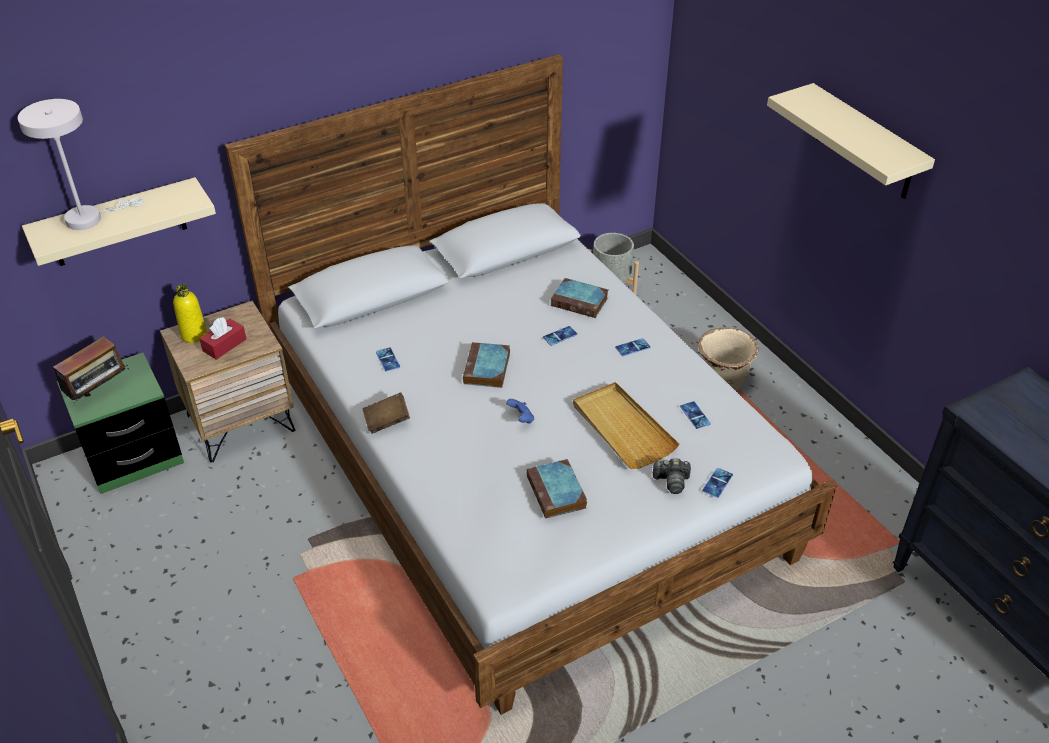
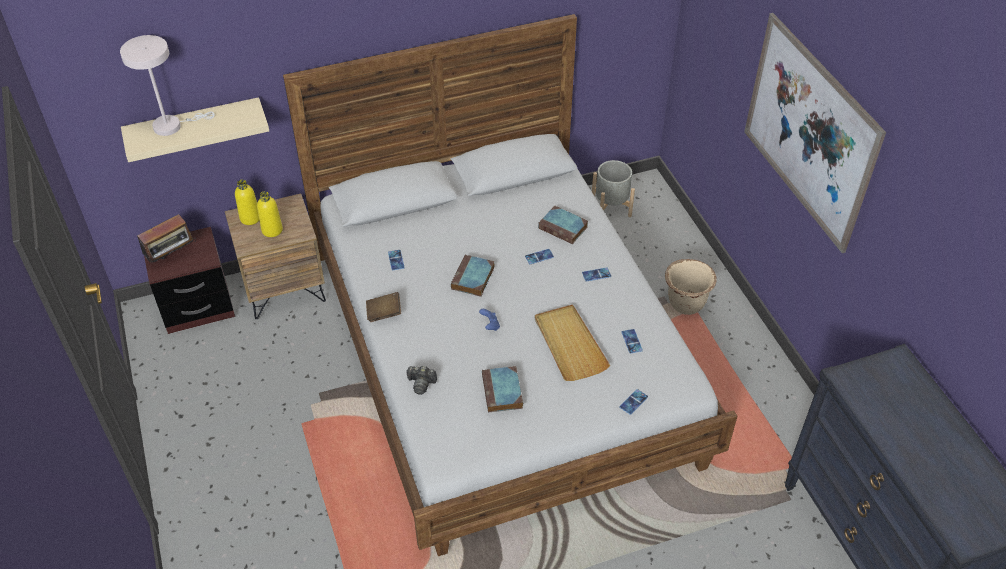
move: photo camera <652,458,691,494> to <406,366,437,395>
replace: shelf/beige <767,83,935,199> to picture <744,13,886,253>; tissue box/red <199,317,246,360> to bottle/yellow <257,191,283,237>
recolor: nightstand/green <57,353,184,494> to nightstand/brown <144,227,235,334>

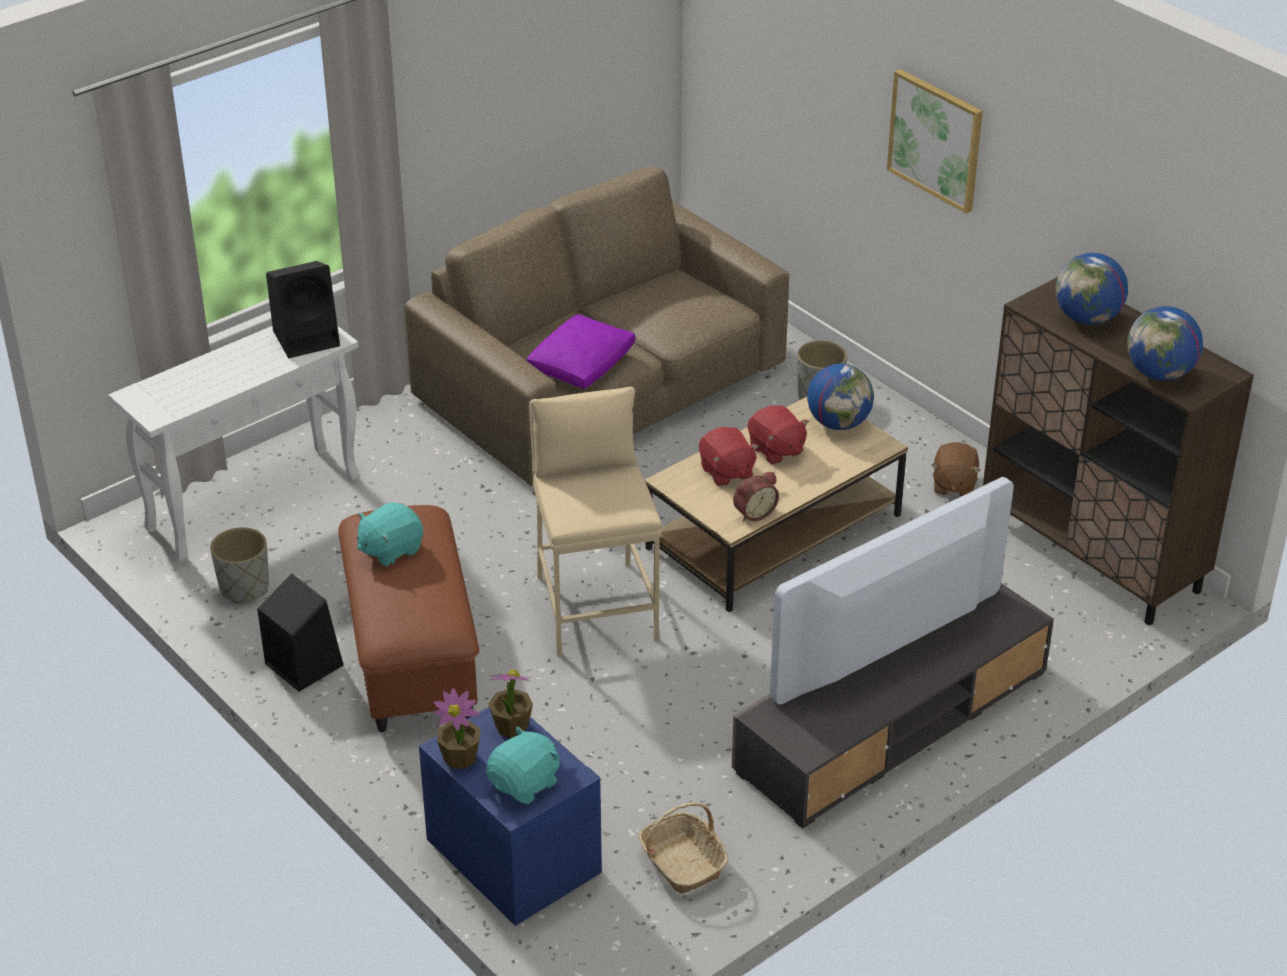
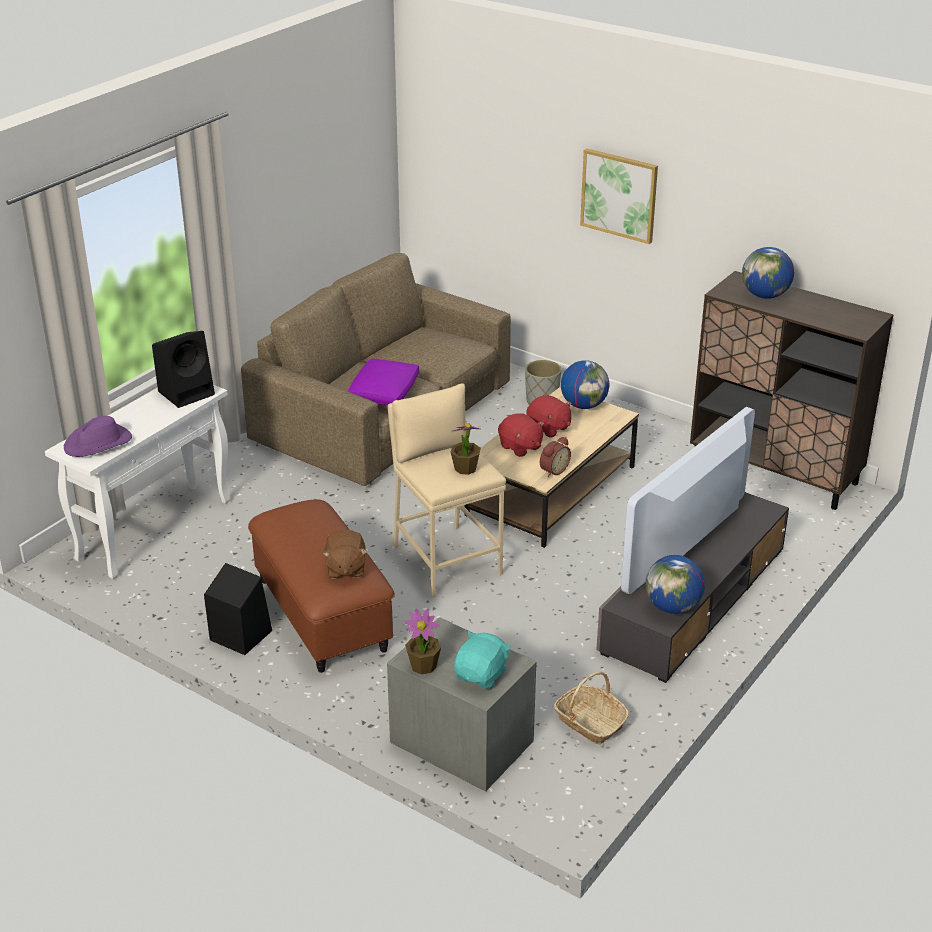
delete: plush toy/turquoise <357,502,423,567>; planter/grey <210,527,269,604>
insert: hat/purple <64,416,132,457>
move: globe <1127,306,1203,381> to <646,555,705,614>; plush toy/brown <931,442,981,496> to <322,530,368,579>; potted plant <488,669,533,738> to <451,423,481,475>
recolor: nightstand/blue <419,707,602,926> to nightstand/grey <387,617,536,791>

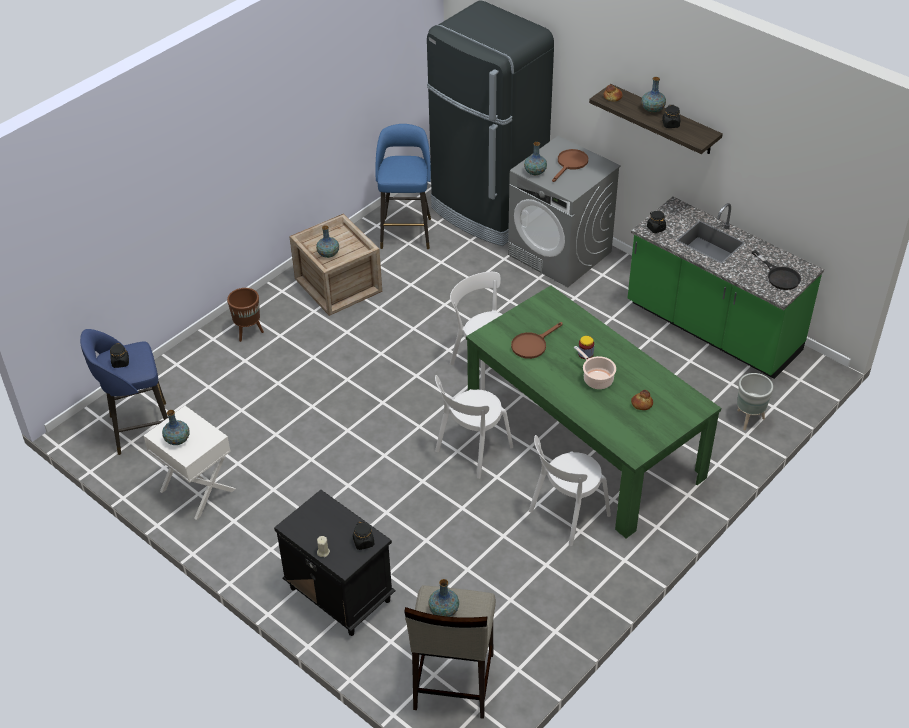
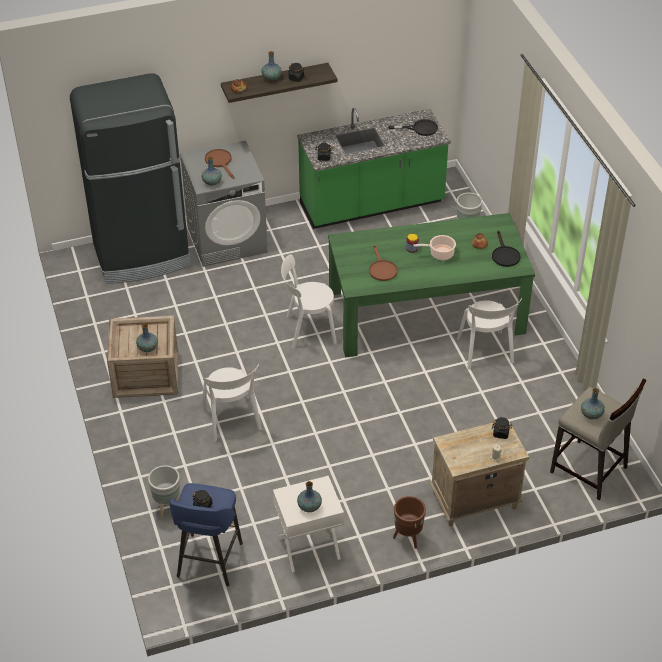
delete: stool/blue <375,124,431,249>
insert: frying pan/black <492,231,520,267>; planter/grey <148,465,180,518>
move: planter/brown <227,288,264,342> to <393,496,426,549>; chair/white <435,375,513,479> to <202,364,262,442>
recolor: nightstand/black <274,490,396,636> to nightstand/beige <429,420,529,526>

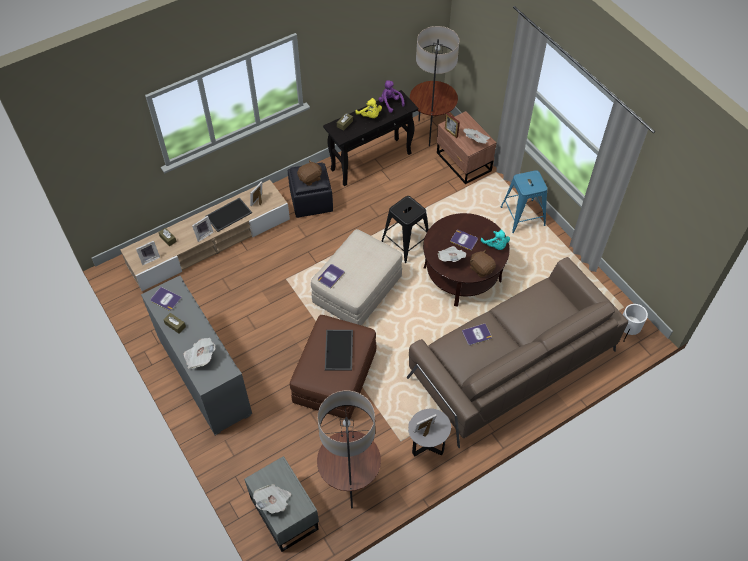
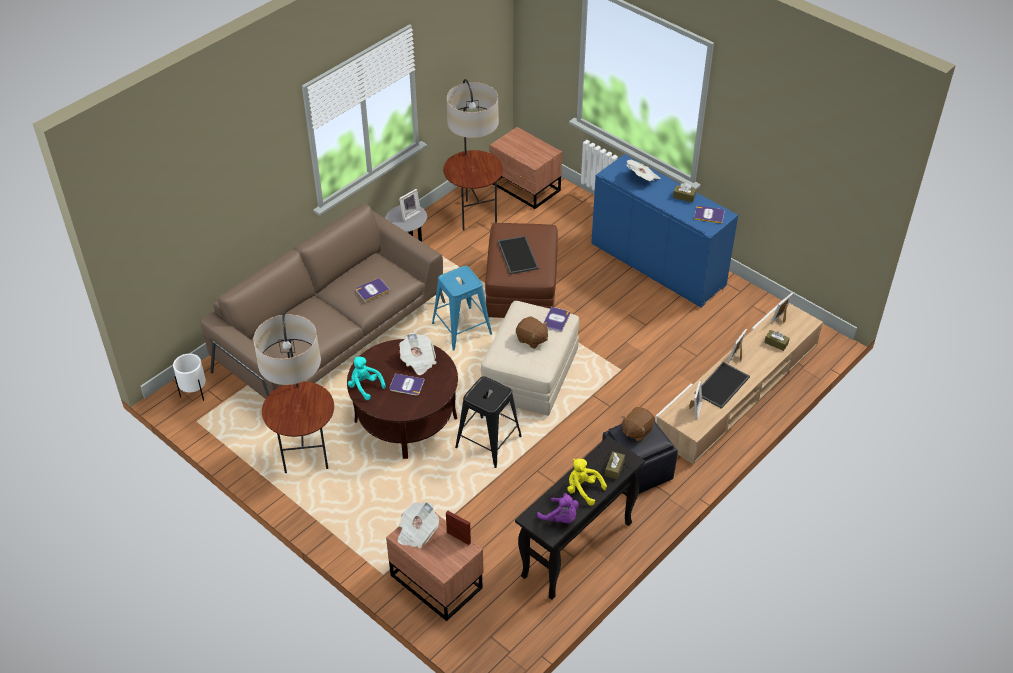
delete: newspaper <253,484,291,514>
move: floor lamp <410,26,459,146> to <254,311,334,473>; stool/blue <501,170,547,233> to <432,266,492,351>; plush toy/brown <470,250,496,277> to <516,316,548,349>
recolor: cabinet/grey <141,276,252,435> to cabinet/blue <591,154,738,307>; nightstand/grey <244,456,319,552> to nightstand/brown <490,127,562,209>

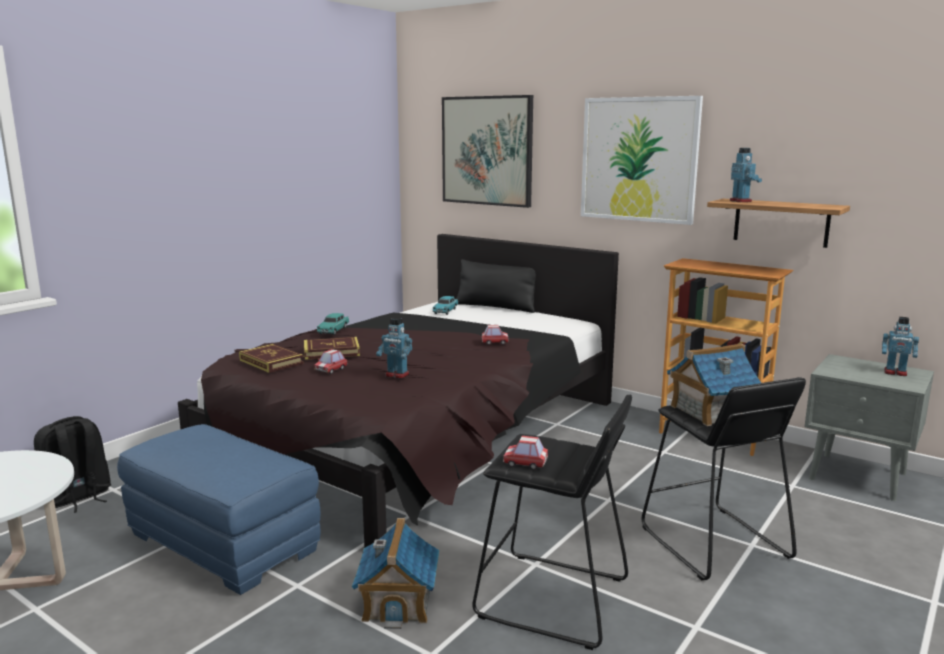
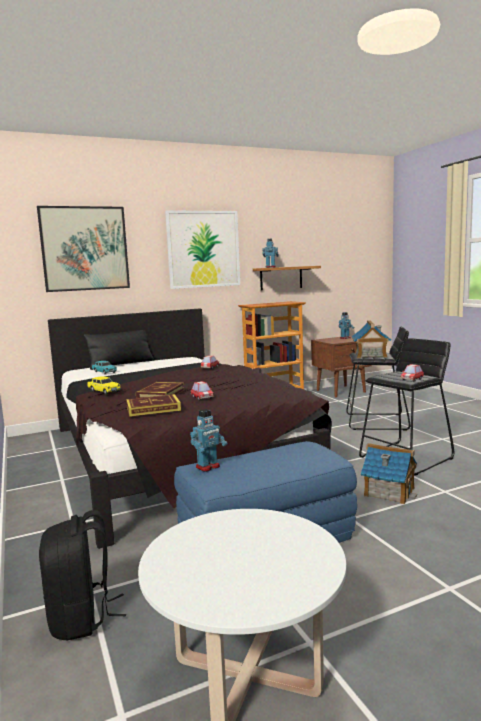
move: toy robot <376,317,413,379> to <190,409,227,472>
recolor: toy car/turquoise <317,313,349,335> to toy car/yellow <87,376,121,394>; nightstand/grey <804,354,934,501> to nightstand/brown <311,336,371,397>

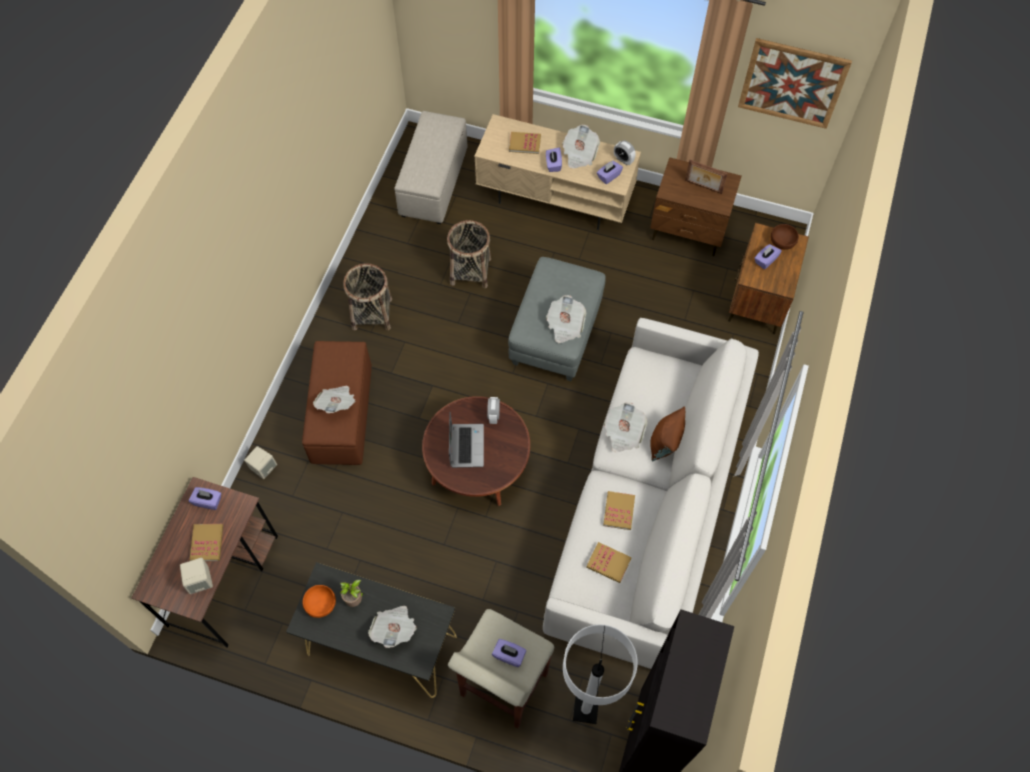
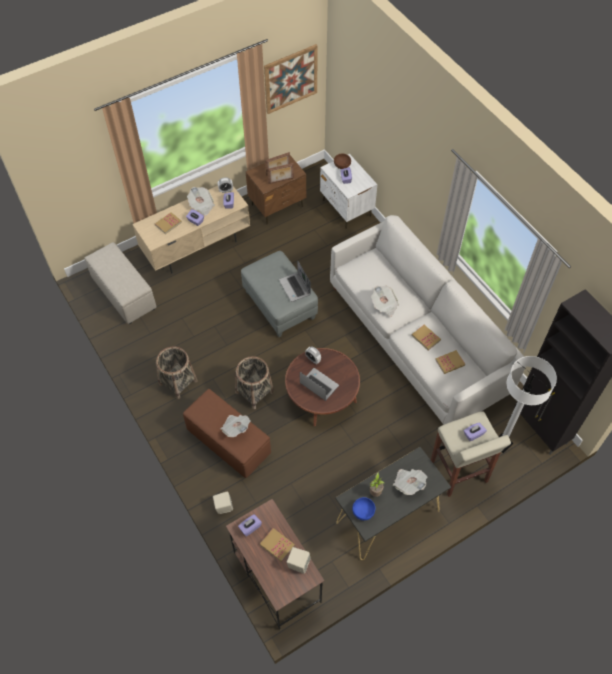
delete: pillow/brown <650,406,685,462>
insert: picture frame <268,163,294,184>
move: basket <447,220,491,288> to <235,356,274,409>
replace: newspaper <546,295,587,343> to laptop <279,260,311,302>
recolor: nightstand/brown <728,223,809,334> to nightstand/white <320,154,377,229>; bowl/orange <303,585,336,618> to bowl/blue <352,497,375,520>

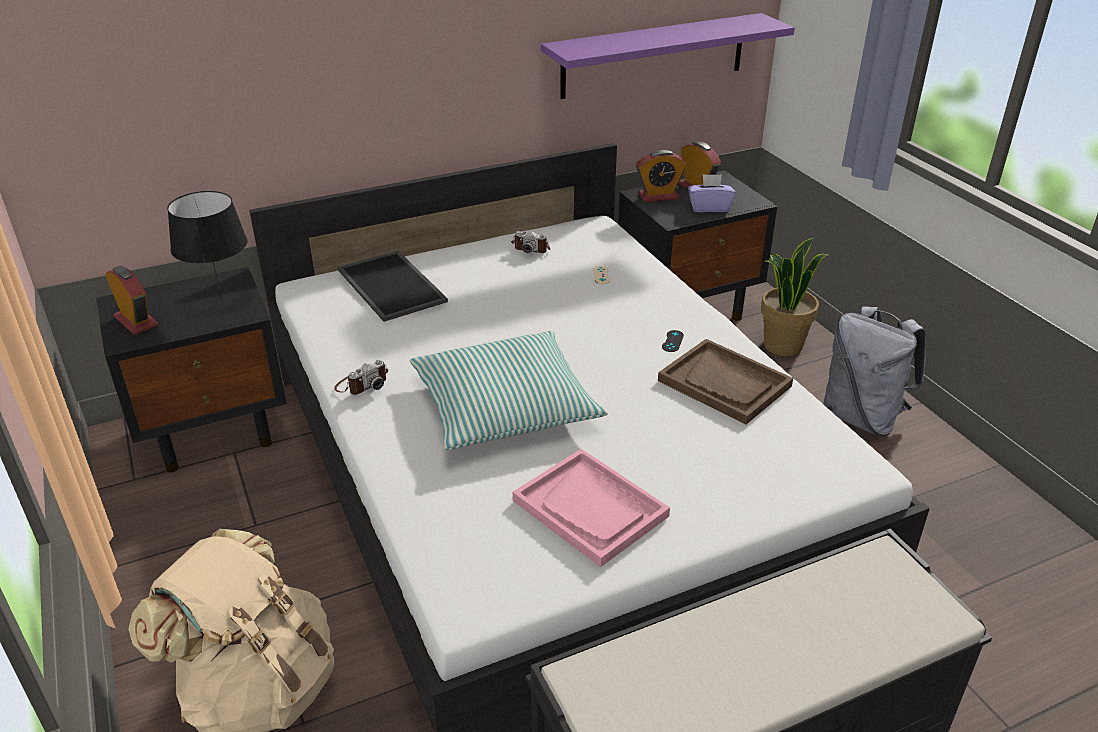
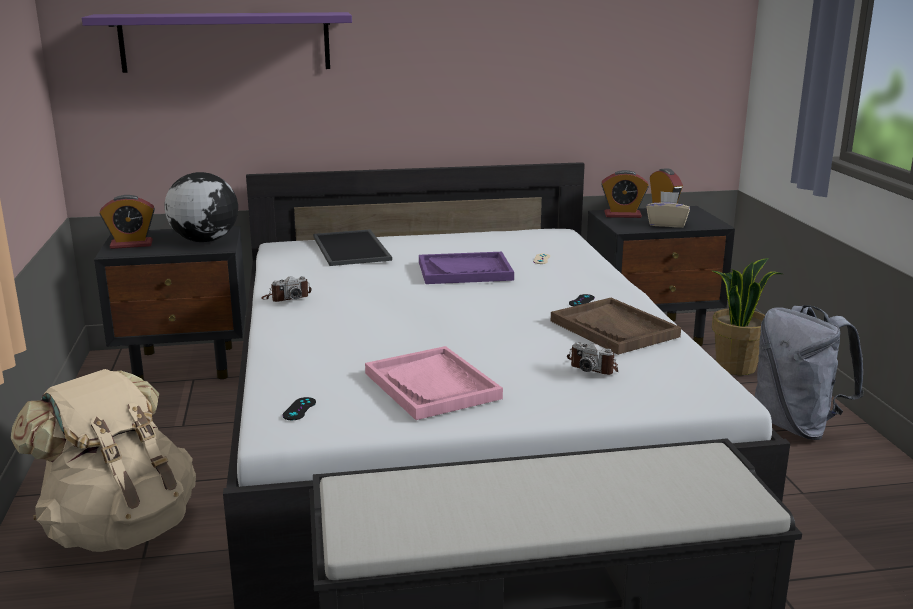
delete: pillow <410,331,607,450>
insert: tray/purple <419,252,514,284>; game controller/black <282,397,316,420>
move: shelf/purple <541,13,795,99> to <82,12,352,73>; photo camera <511,231,550,253> to <567,342,618,375>
replace: table lamp/black <167,191,247,303> to globe <164,172,238,242>
recolor: tissue box/purple <688,174,736,212> to tissue box/beige <647,191,690,228>
rotate: alarm clock <106,266,158,335> = <100,195,155,249> 105 degrees clockwise

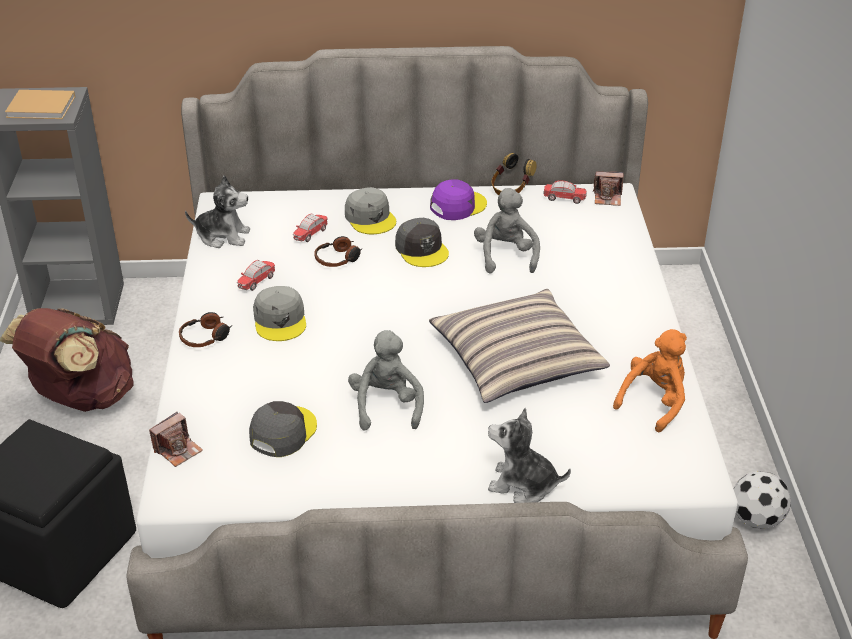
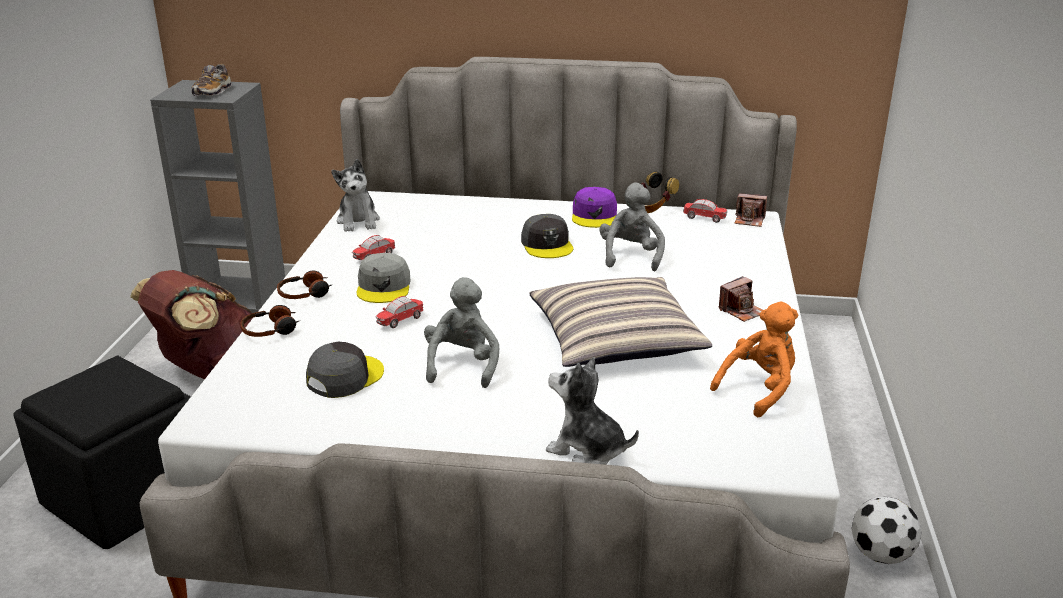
delete: cap/grey <345,187,396,234>
move: toy car <293,213,328,242> to <375,296,423,328>; headphones <314,236,363,267> to <240,305,299,337>; photo camera <149,412,203,467> to <719,276,762,322>
replace: book/beige <5,90,75,119> to shoe <191,64,232,96>
rotate: plush toy <185,175,250,248> = <331,159,380,232> 60 degrees clockwise; cap/purple <430,179,487,220> = <572,187,617,228> 120 degrees clockwise

